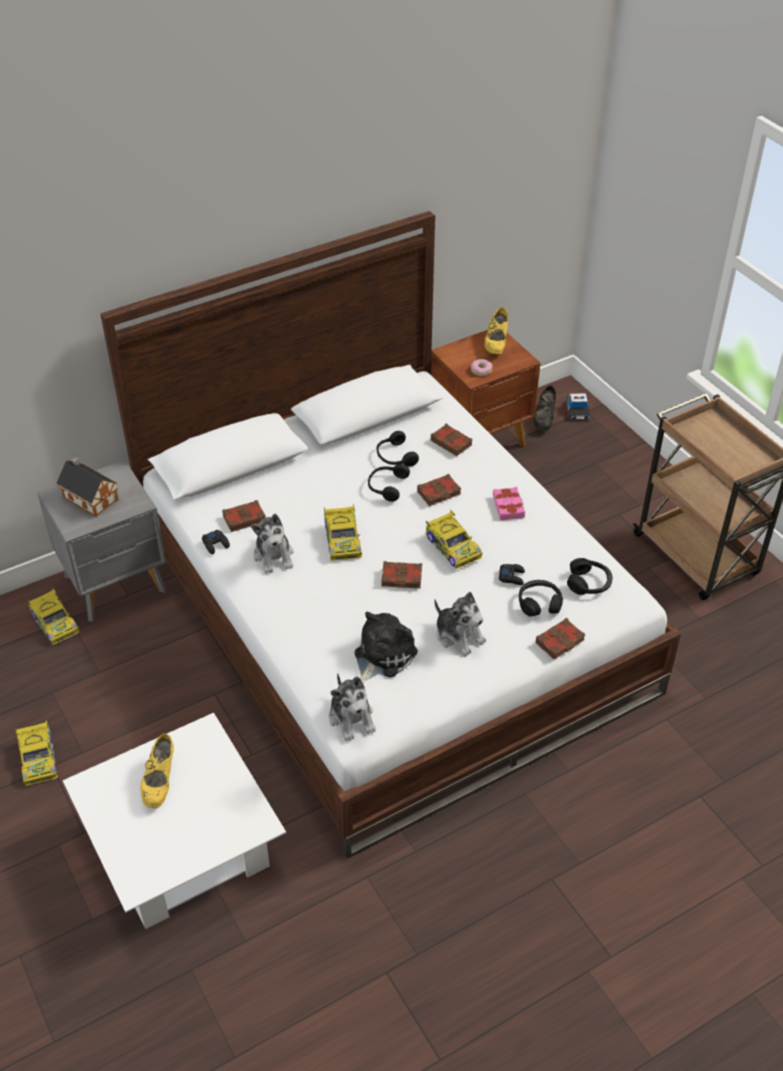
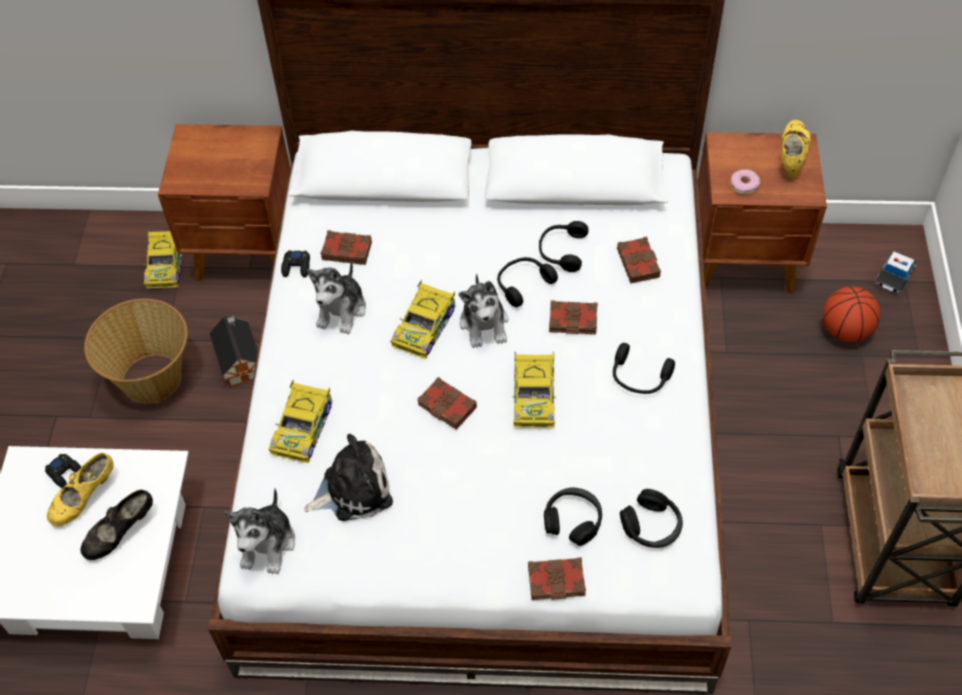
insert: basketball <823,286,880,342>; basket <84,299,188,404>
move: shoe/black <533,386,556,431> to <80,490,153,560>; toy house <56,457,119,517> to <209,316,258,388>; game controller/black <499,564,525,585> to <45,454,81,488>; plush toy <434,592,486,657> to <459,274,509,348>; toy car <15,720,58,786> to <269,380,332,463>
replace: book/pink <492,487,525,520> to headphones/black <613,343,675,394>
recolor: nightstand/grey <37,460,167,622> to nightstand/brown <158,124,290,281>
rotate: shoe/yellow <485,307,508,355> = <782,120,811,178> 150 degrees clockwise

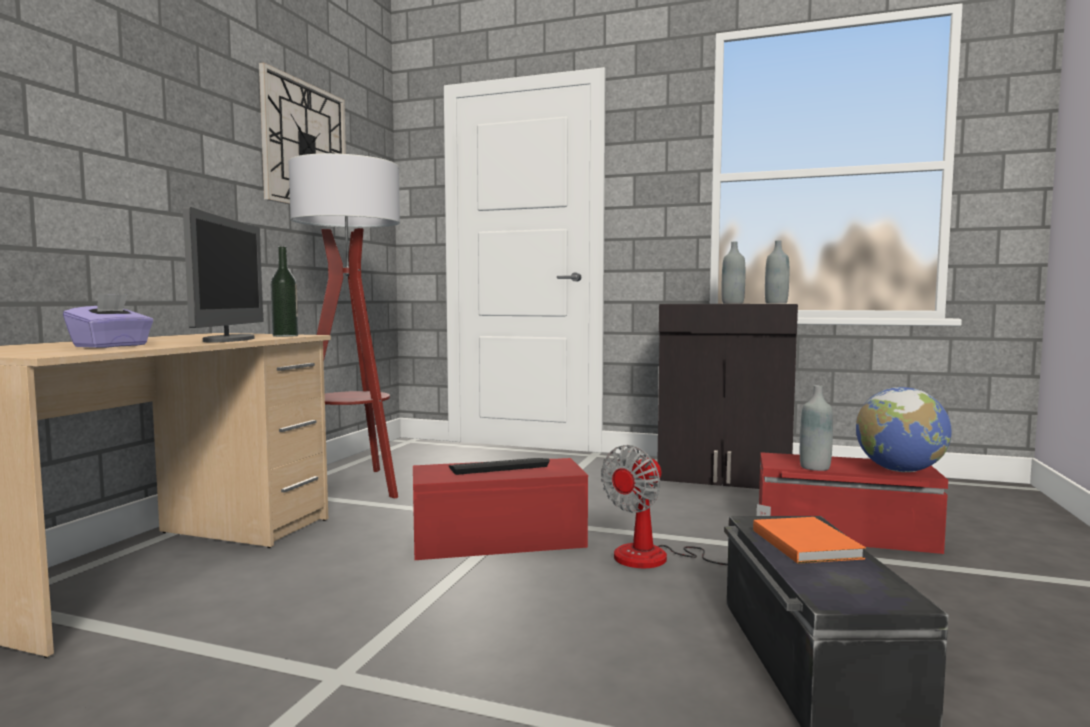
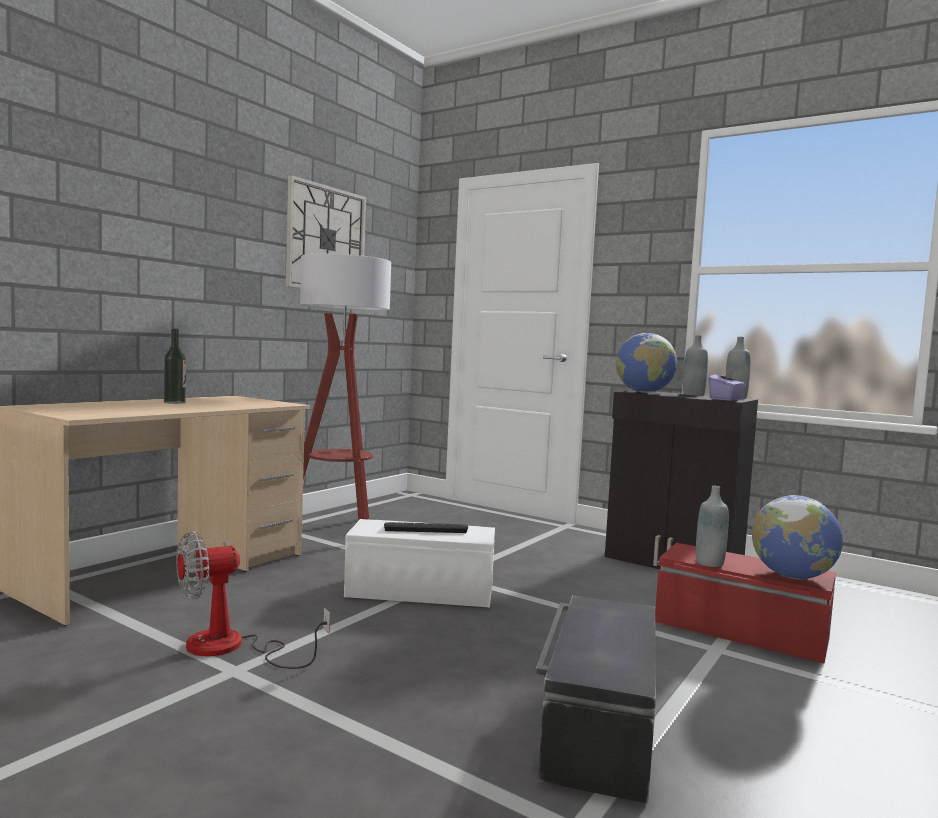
delete: monitor <183,207,263,343>; book/orange <753,517,866,564>
insert: globe <616,333,677,393>
move: bottle <271,247,298,337> to <164,329,186,404>; tissue box/purple <63,294,153,348> to <708,368,746,401>; fan <601,445,771,568> to <176,531,330,669>
recolor: storage box/red <413,458,588,560> to storage box/white <344,519,495,607>

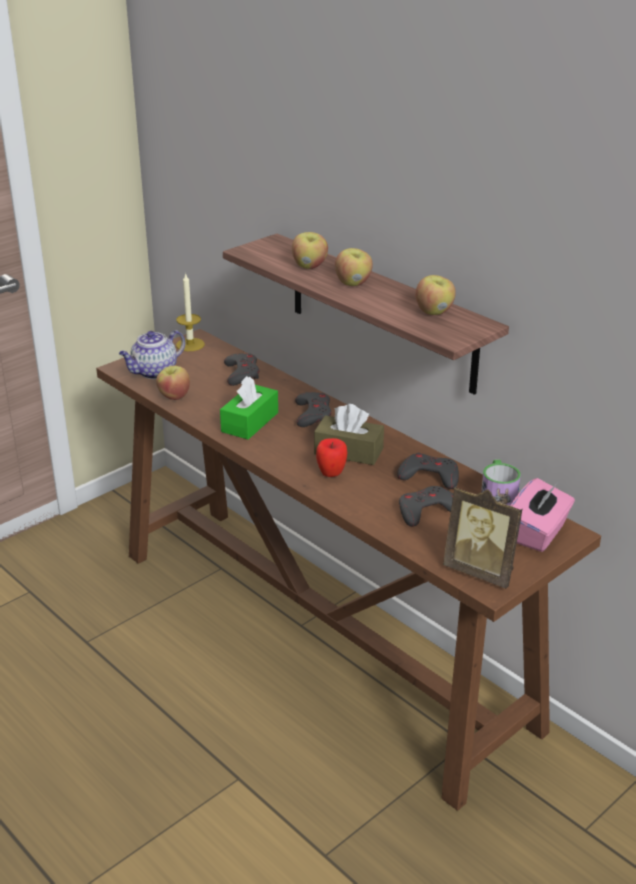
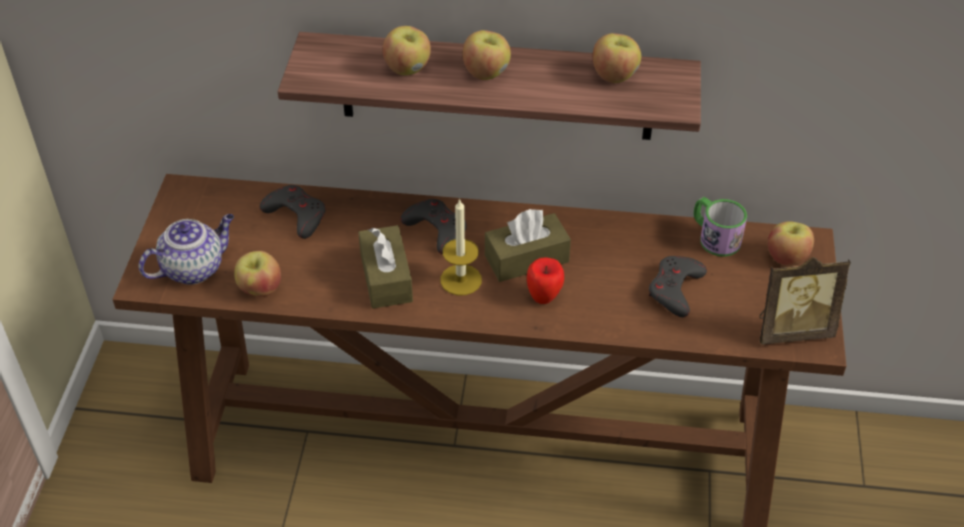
delete: game controller/grey <397,453,459,489>
move: candle <176,272,205,351> to <440,198,482,295>
replace: tissue box/pink <511,478,575,552> to apple <768,221,814,266>
recolor: tissue box/green <220,376,278,439> to tissue box/brown <358,225,413,308>
rotate: teapot <119,330,185,379> = <138,214,234,285> 135 degrees counterclockwise

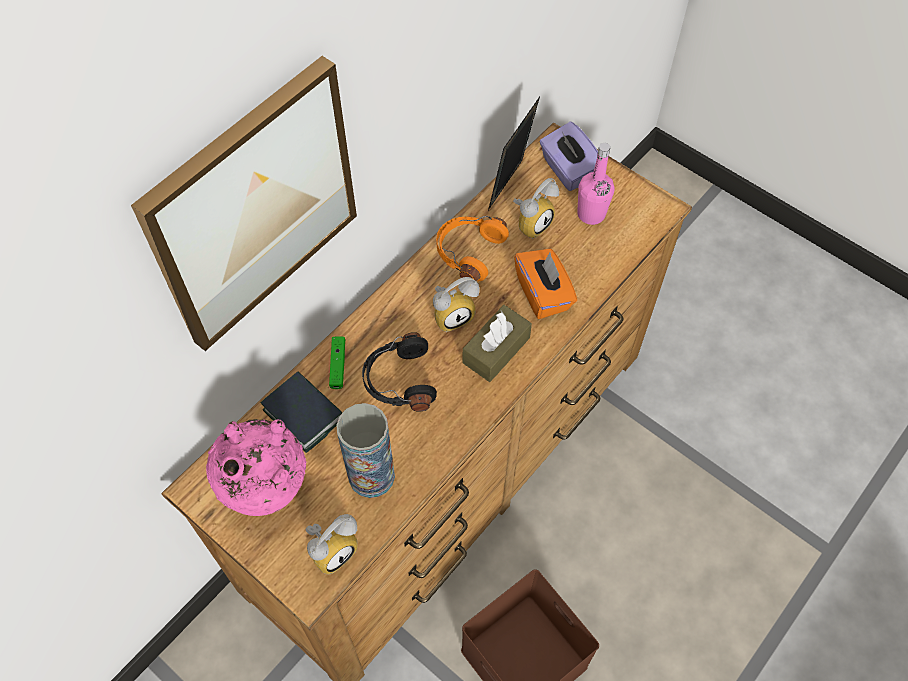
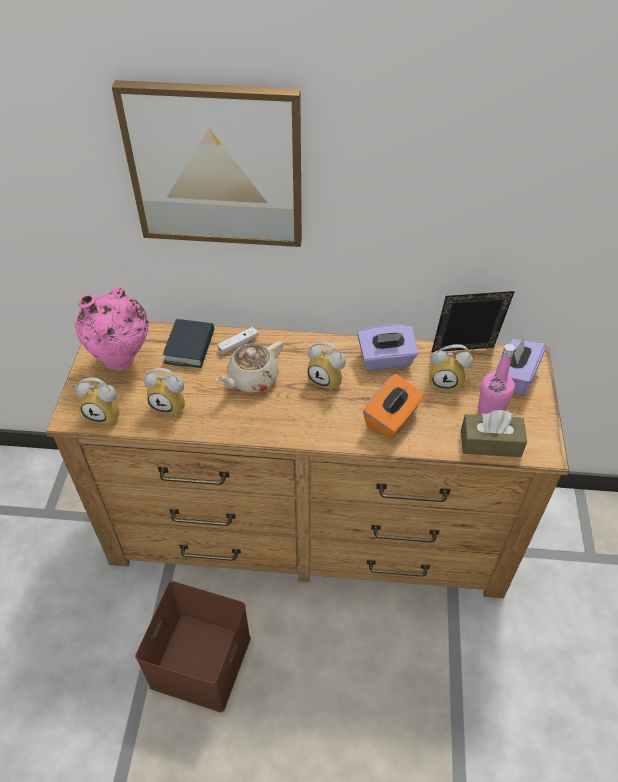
move: tissue box/brown <462,305,532,382> to <461,410,527,457>
replace: headphones/orange <436,216,509,281> to tissue box/purple <357,324,418,371>; headphones/black <362,332,437,411> to teapot/beige <216,341,283,393>; vase <336,403,395,498> to alarm clock <144,368,185,415>
recolor: game controller/green <329,337,345,389> to game controller/white <217,327,258,354>

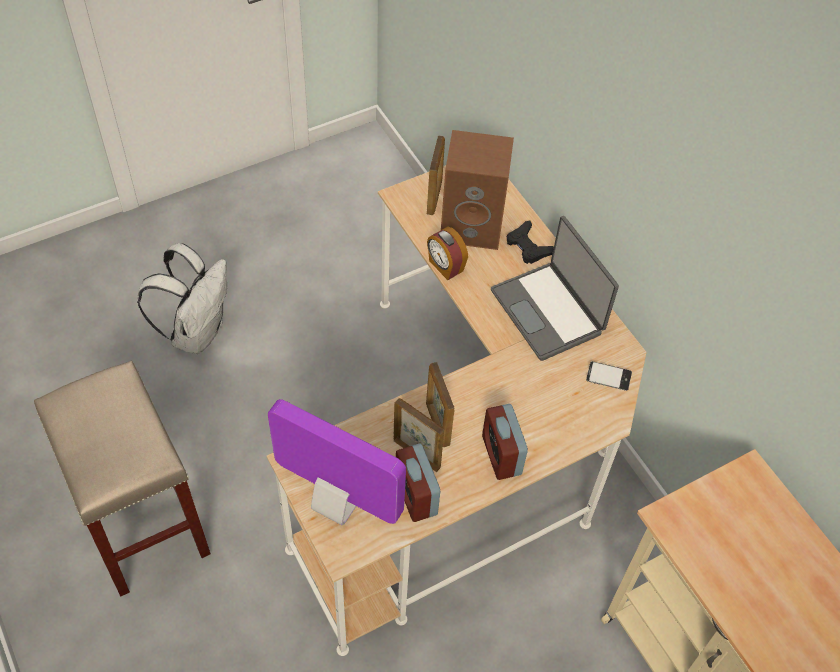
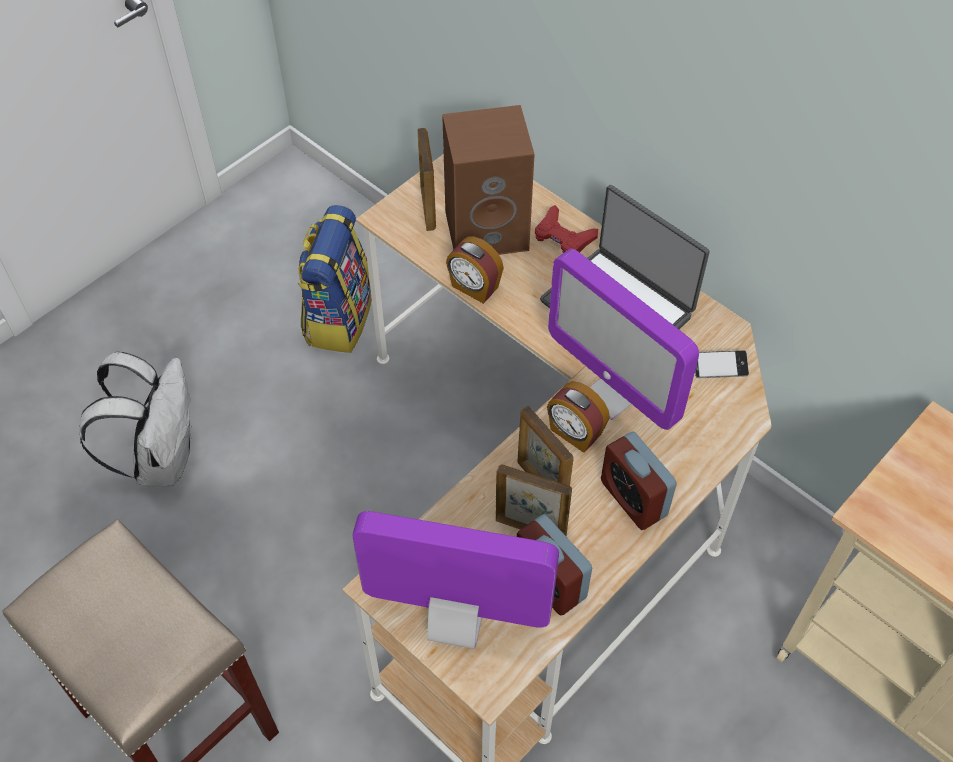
insert: backpack <297,205,372,353>; monitor <548,249,699,430>; alarm clock <547,381,610,453>
recolor: game controller/black <507,221,554,264> to game controller/red <535,205,598,253>

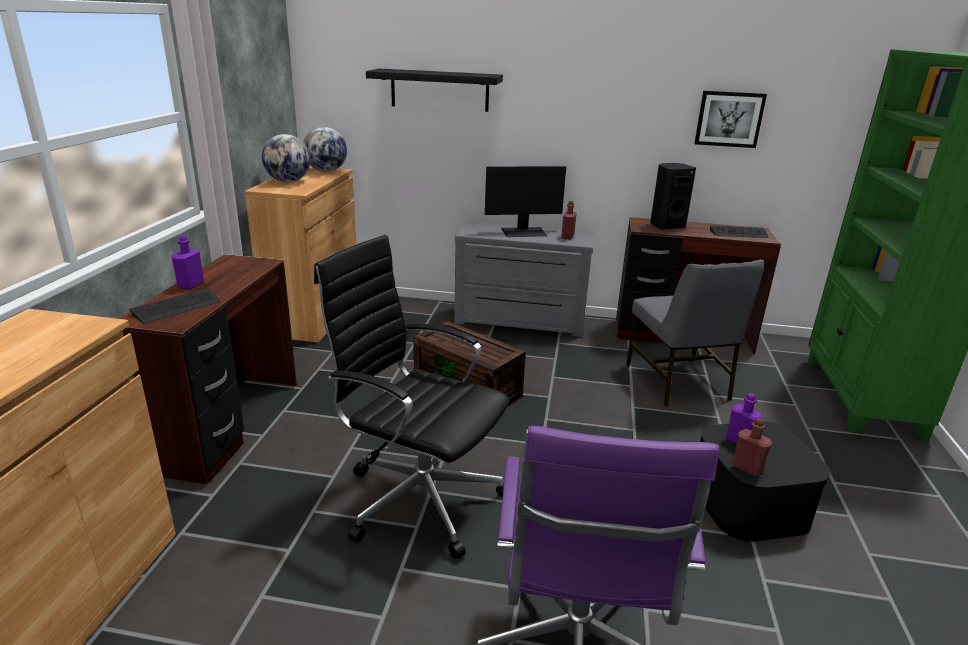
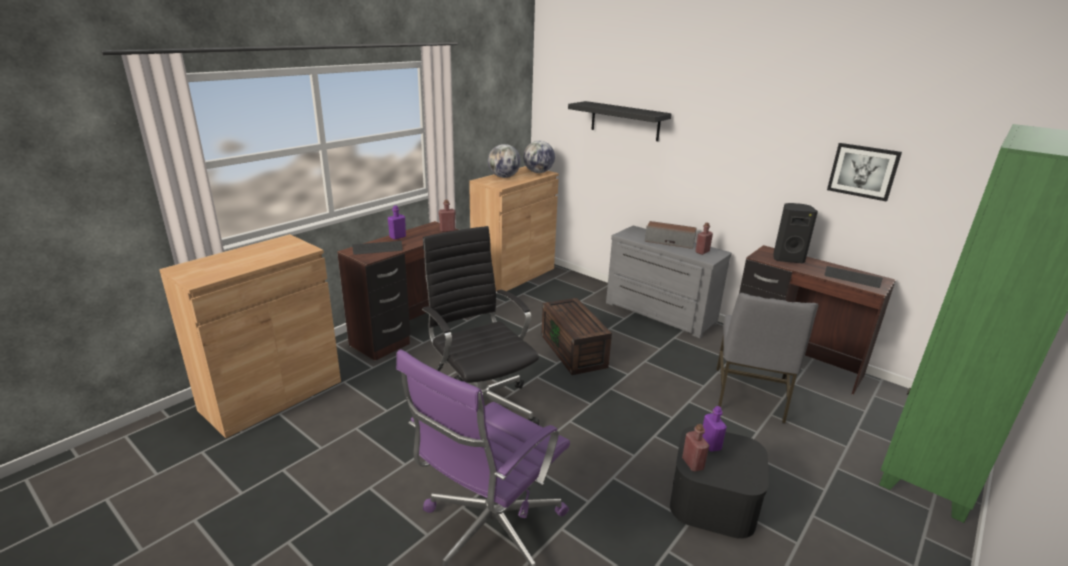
insert: bottle/red <438,200,456,232>
replace: monitor <485,166,566,237> to speaker <645,221,697,249>

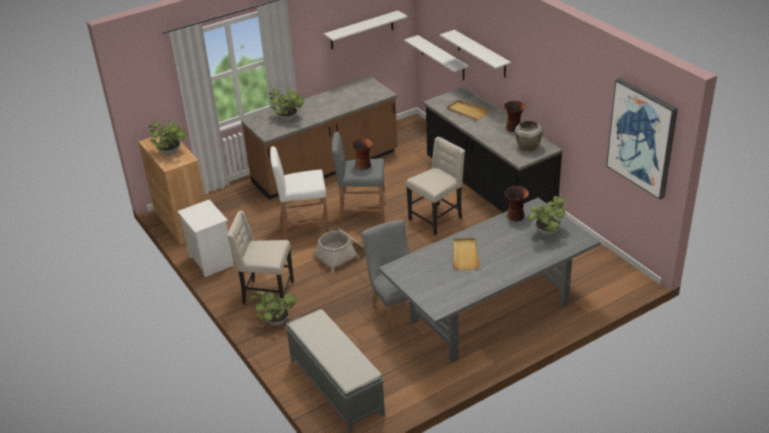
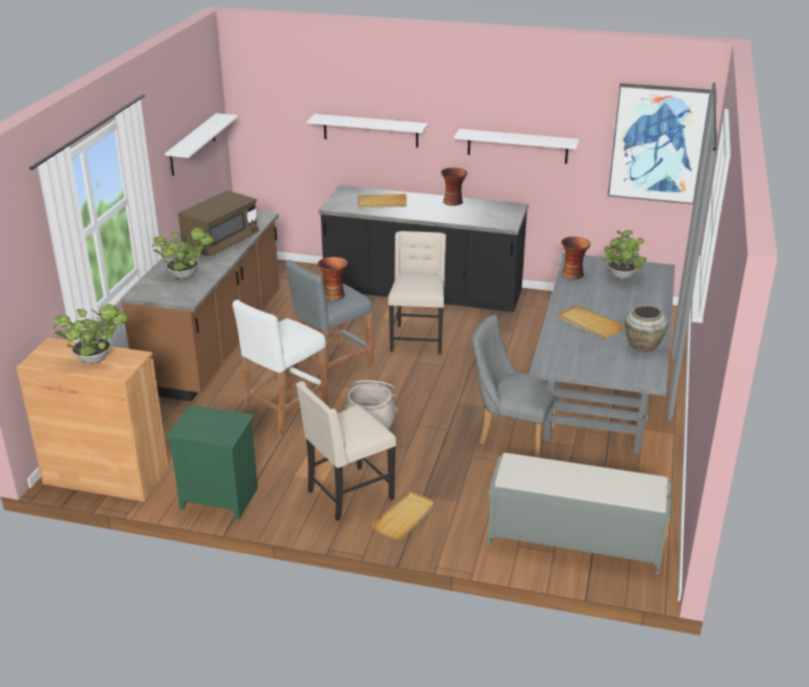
insert: microwave/brown <178,190,259,256>
move: shelf/white <404,35,468,80> to <454,129,579,164>; vase/beige <515,120,543,152> to <625,305,668,352>
replace: potted plant <249,291,296,326> to tray/beige <372,491,436,540>
recolor: nightstand/white <177,199,234,277> to nightstand/green <166,405,258,519>

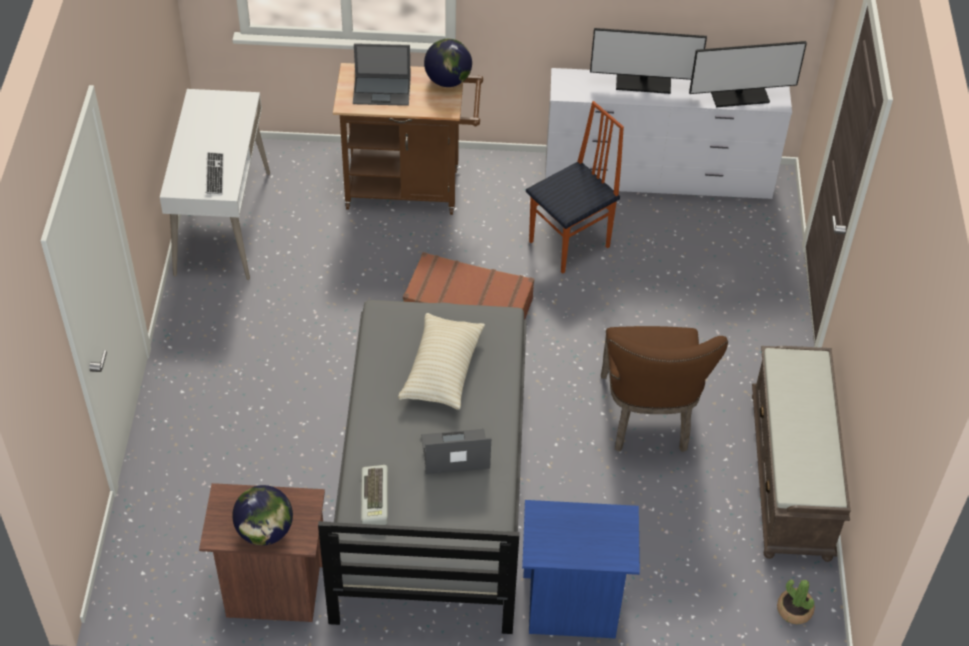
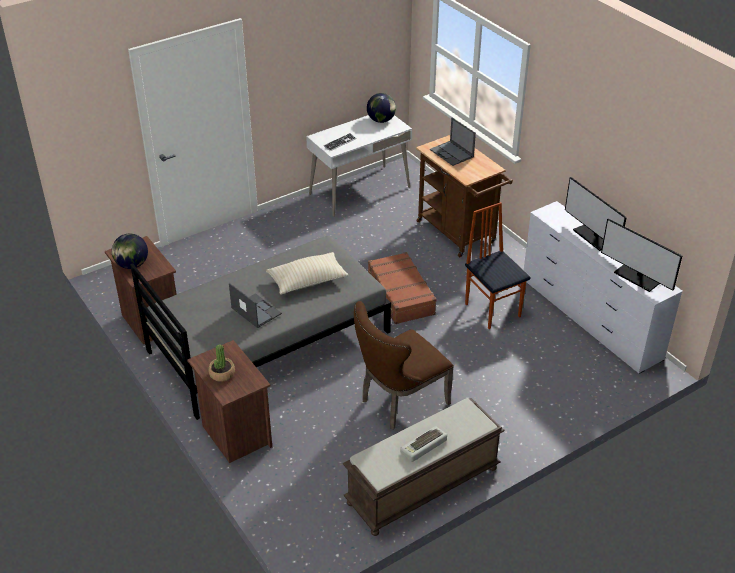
move: globe <424,39,472,87> to <367,93,396,123>; keyboard <361,465,388,525> to <400,426,447,462>; potted plant <777,580,815,624> to <208,344,235,382>
recolor: nightstand/blue <522,500,640,639> to nightstand/brown <187,340,272,463>
rotate: chair <526,101,624,274> = <465,202,531,329> 135 degrees counterclockwise

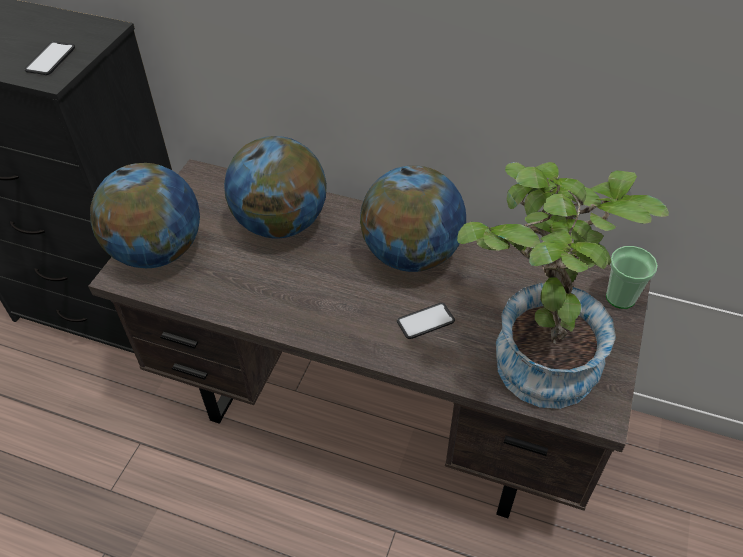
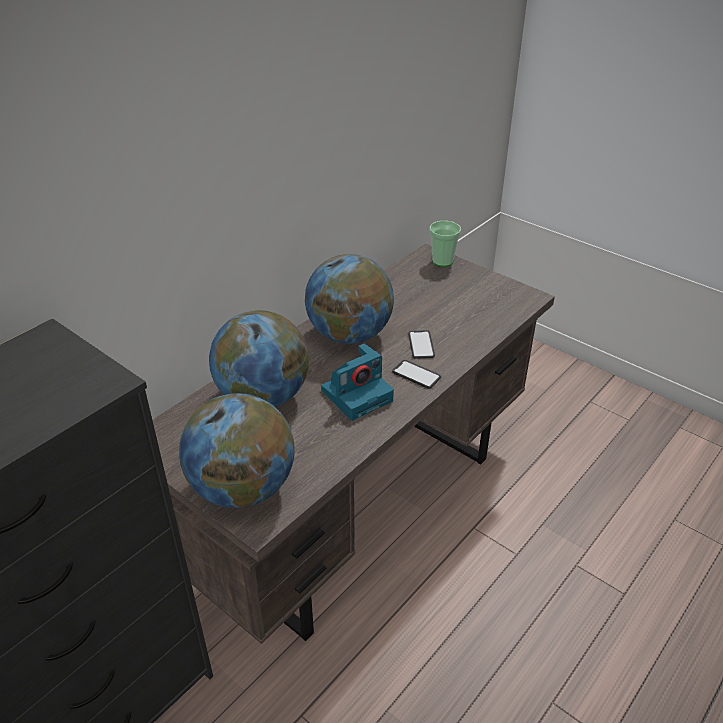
delete: potted plant <457,162,669,409>
insert: photo camera <321,343,394,421>
move: phone <24,41,75,75> to <392,360,441,388>

